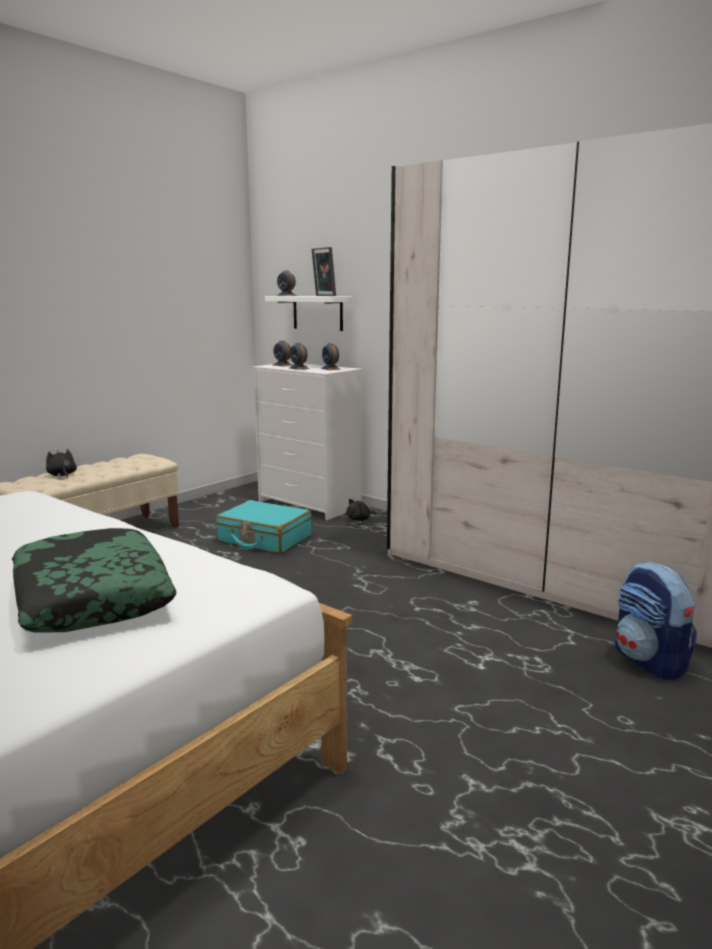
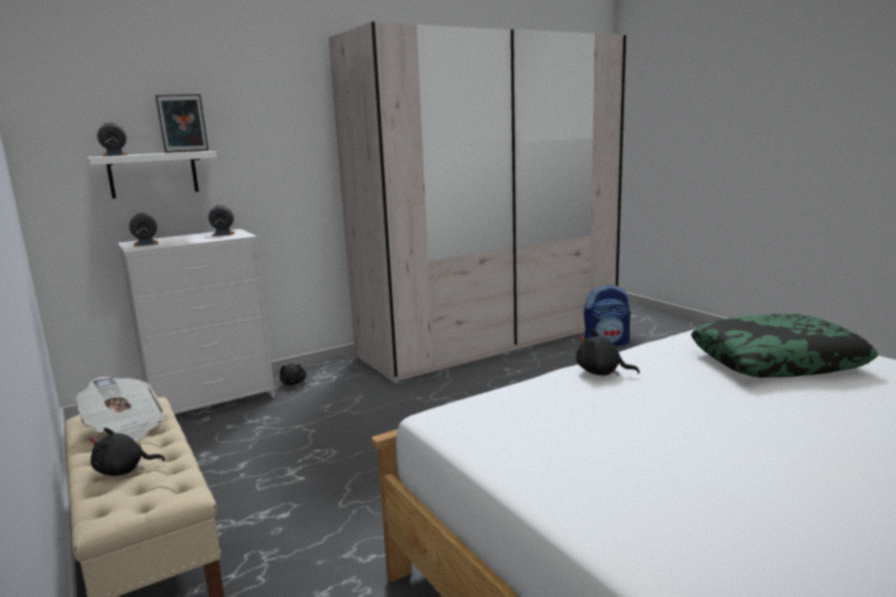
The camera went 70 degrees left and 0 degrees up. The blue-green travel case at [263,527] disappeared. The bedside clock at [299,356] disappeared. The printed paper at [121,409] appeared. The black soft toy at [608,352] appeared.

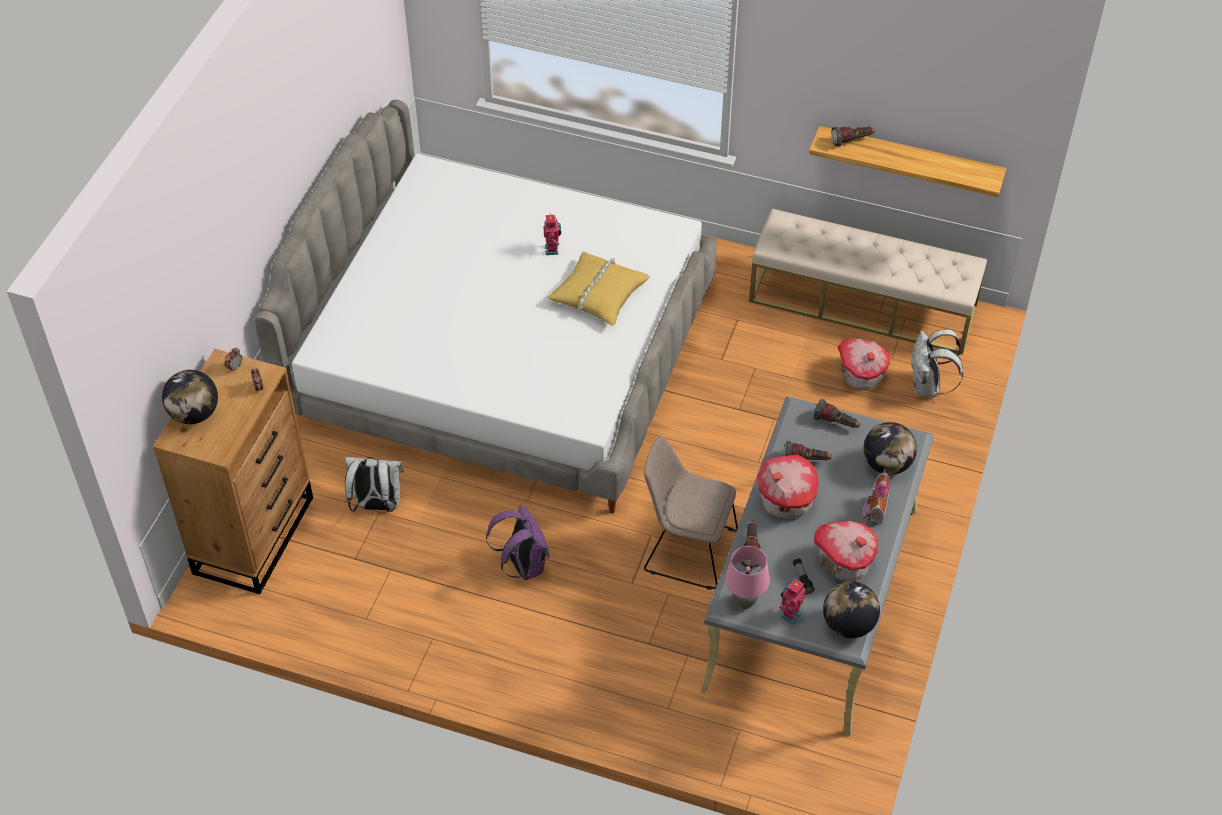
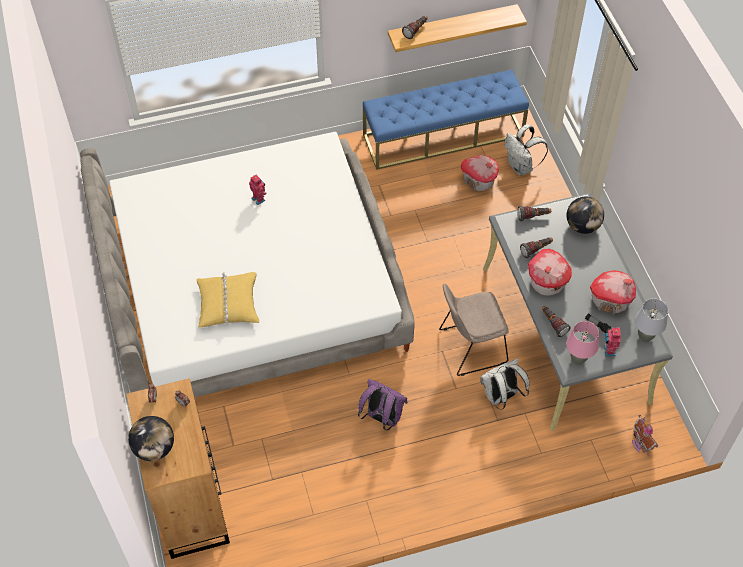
The camera went 35 degrees left and 5 degrees up. The white-coloured knapsack moved from [374,484] to [504,384]. The yellow throw pillow moved from [598,289] to [228,299]. The sand-coloured bench at [868,282] became the blue-coloured bench at [446,120]. The desk globe at [851,609] was replaced by the grey lamp for a table at [651,320]. The model house moved from [876,497] to [645,435].

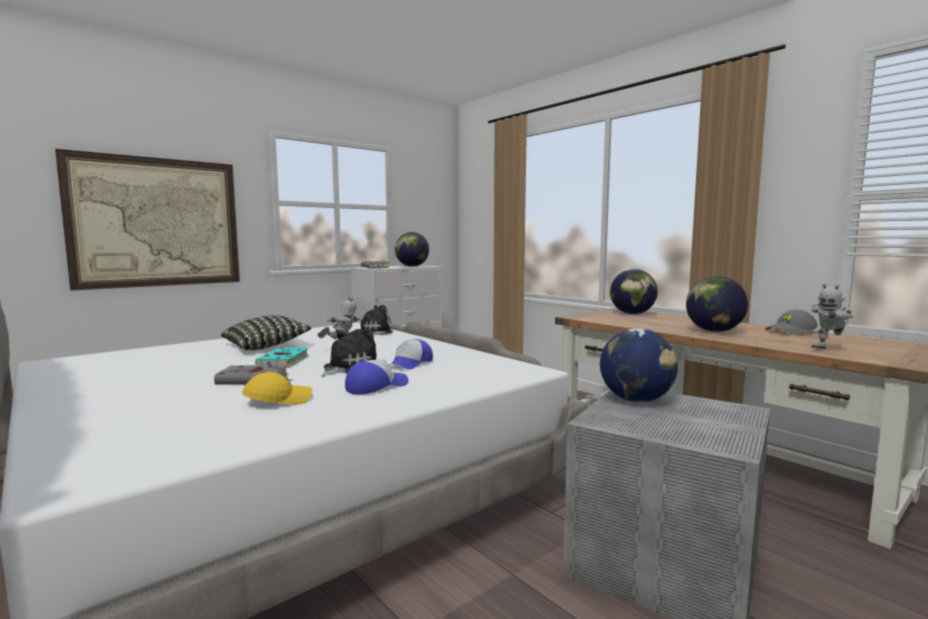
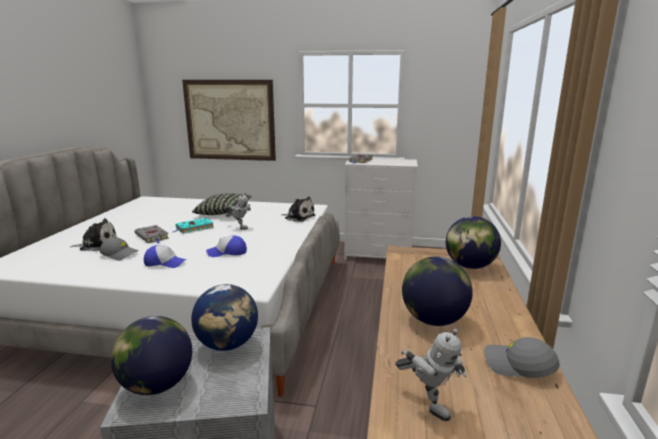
The camera went 50 degrees right and 10 degrees up. The yellow peaked cap at [277,388] became the grey peaked cap at [119,249]. The soft toy moved from [349,353] to [93,234]. The desk globe moved from [412,249] to [151,355]. The toy robot at [832,316] turned 150 degrees counterclockwise.

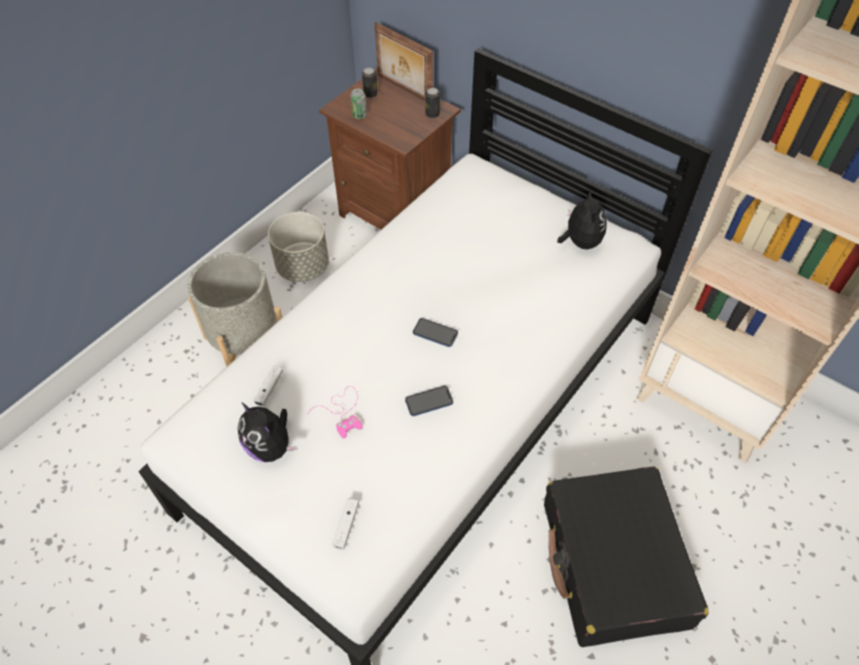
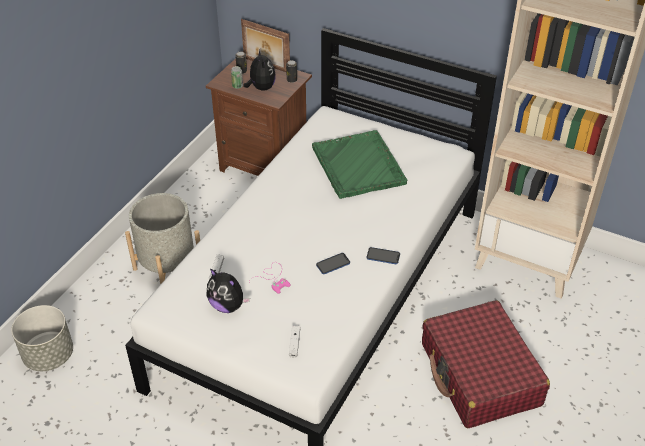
The camera went 10 degrees left and 10 degrees down. The grey plant pot moved from [298,247] to [42,338]. The handset moved from [435,332] to [383,255]. The black travel case at [626,557] became the red-coloured travel case at [486,364]. The soft toy moved from [582,219] to [260,70]. The green tray at [360,164] appeared.

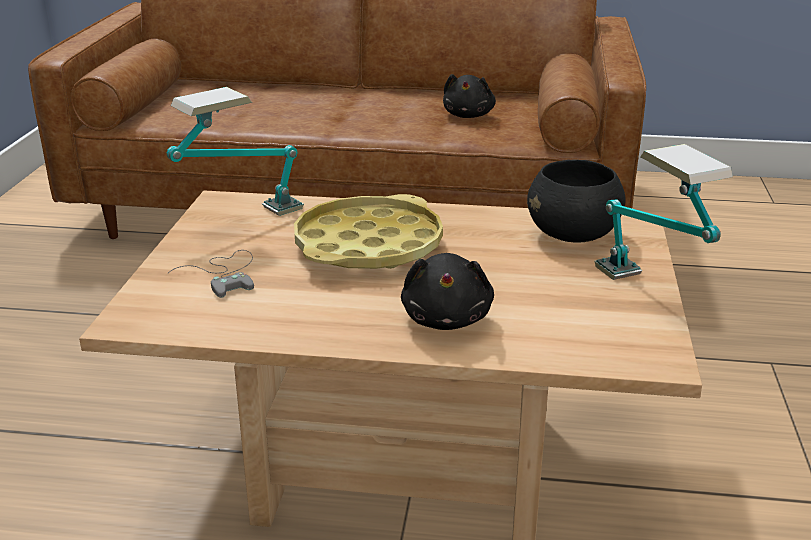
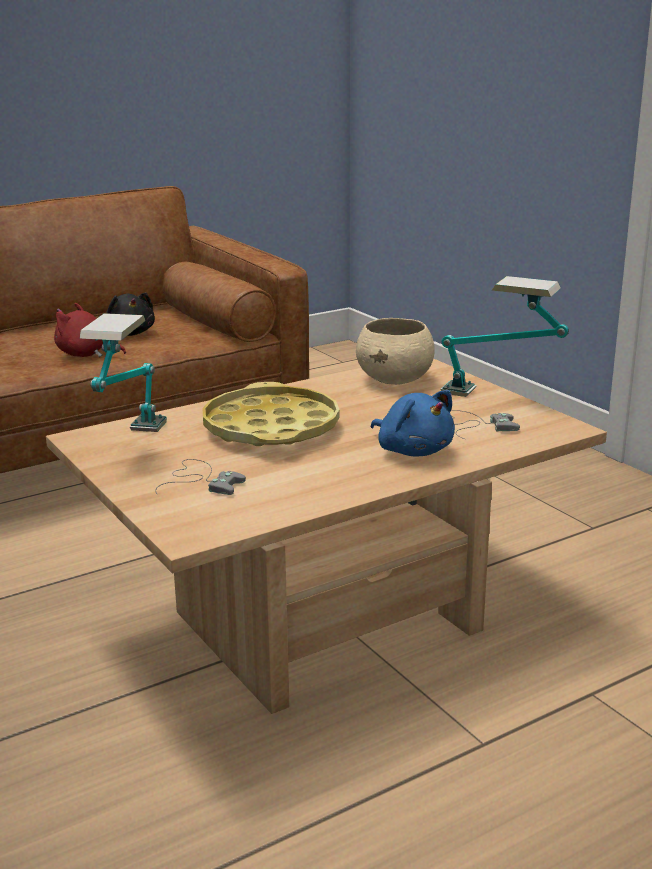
The camera went 40 degrees left and 5 degrees down. The black soft toy at [447,291] became the blue-coloured soft toy at [413,423]. The black bowl at [576,201] became the sand-coloured bowl at [395,351]. The red-coloured soft toy at [90,330] appeared. The grey joypad at [485,424] appeared.

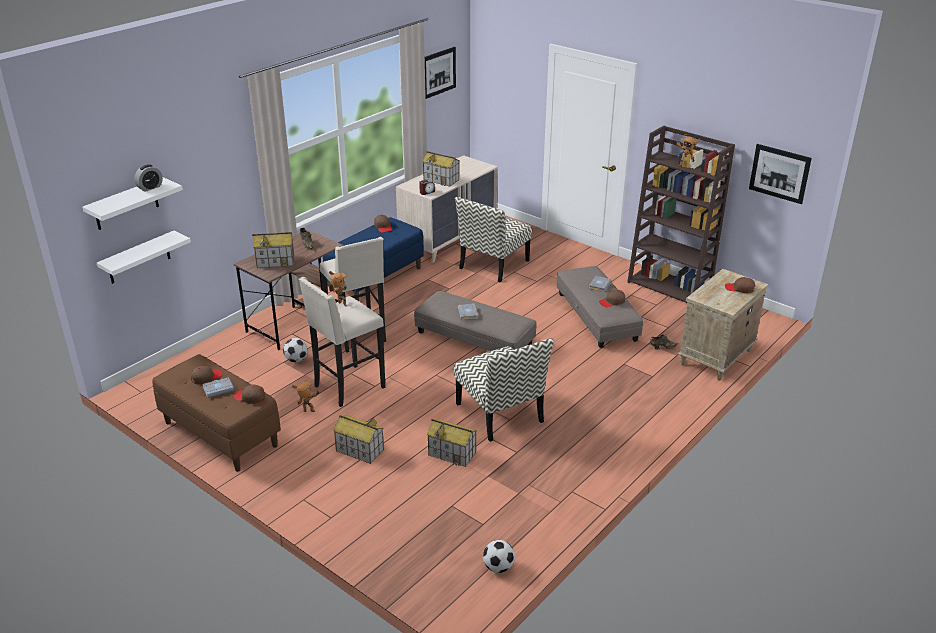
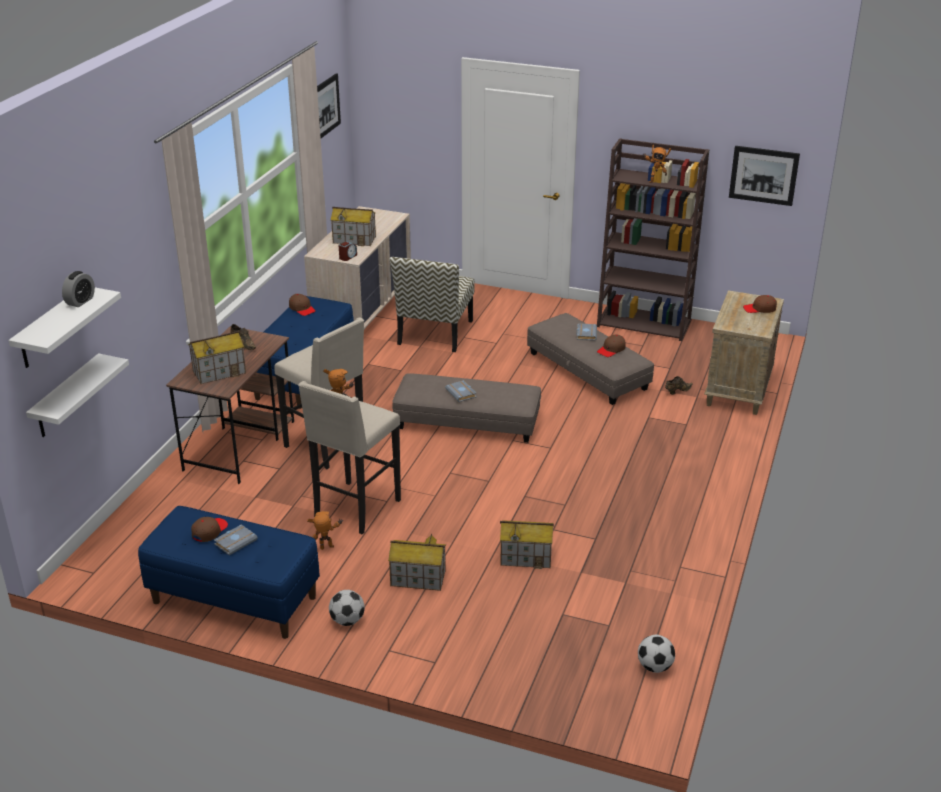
The camera went 20 degrees left and 0 degrees up. The brown-coloured bench at [216,413] became the blue-coloured bench at [229,572]. The brown-coloured peaked cap at [249,394] disappeared. The ball for football moved from [295,350] to [347,608]. The upright chair at [504,389] disappeared.

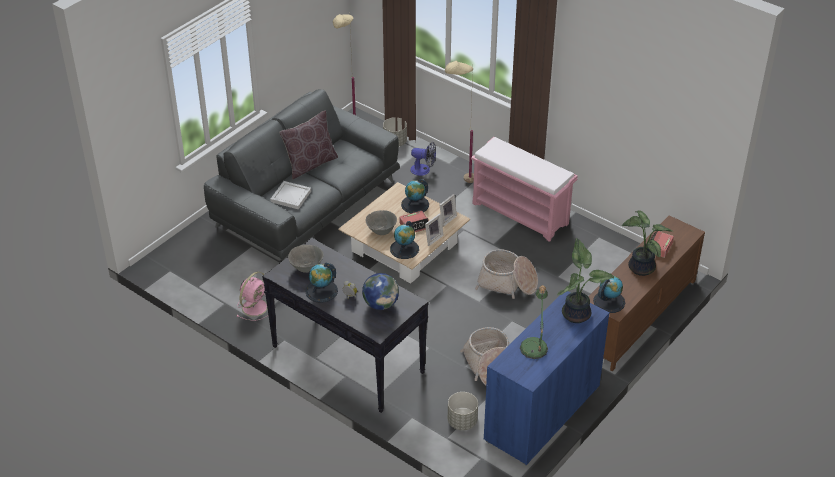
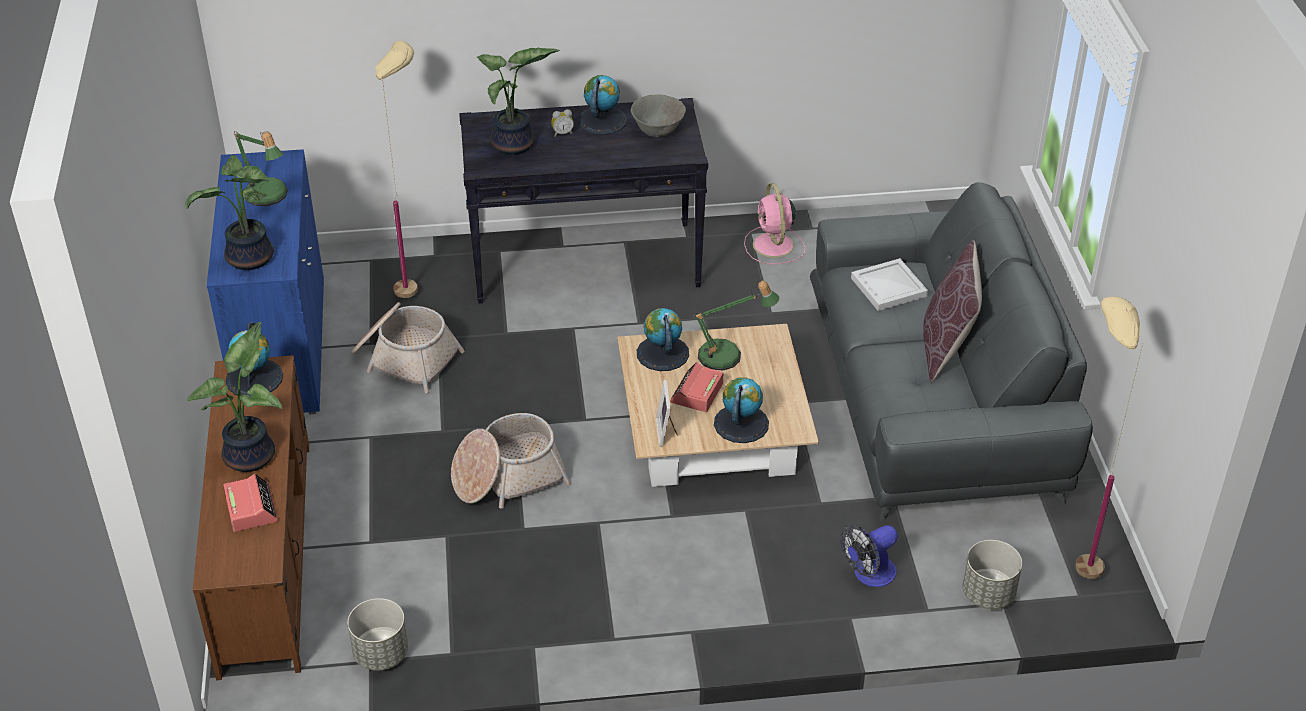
The camera went 135 degrees right and 0 degrees up. The desk globe at [380,291] was replaced by the potted plant at [518,101]. The grey bowl at [381,222] was replaced by the lamp for a table at [736,325]. The picture frame at [434,229] disappeared. The sand-coloured standing lamp moved from [459,122] to [396,169]. The grey plant pot moved from [463,411] to [378,634]. The pink bench at [524,189] disappeared.

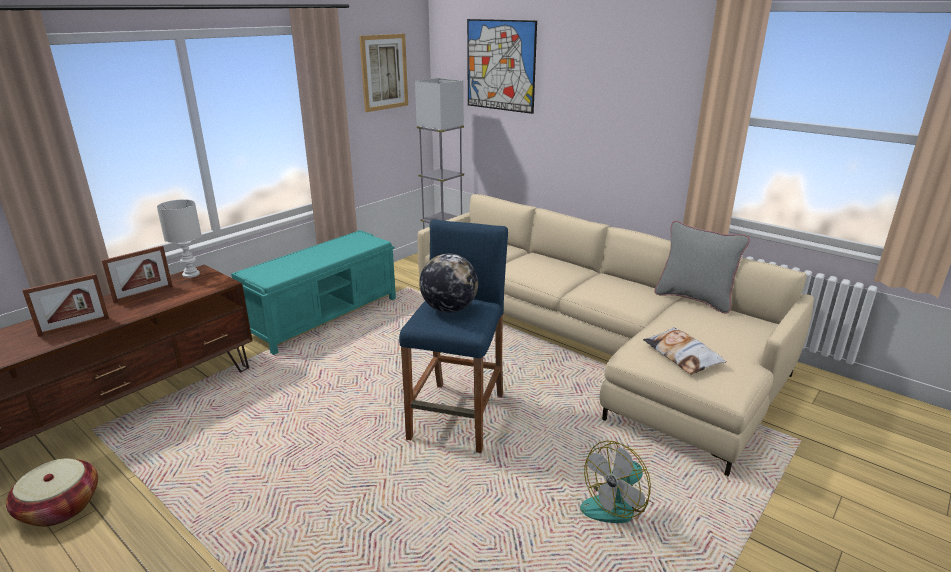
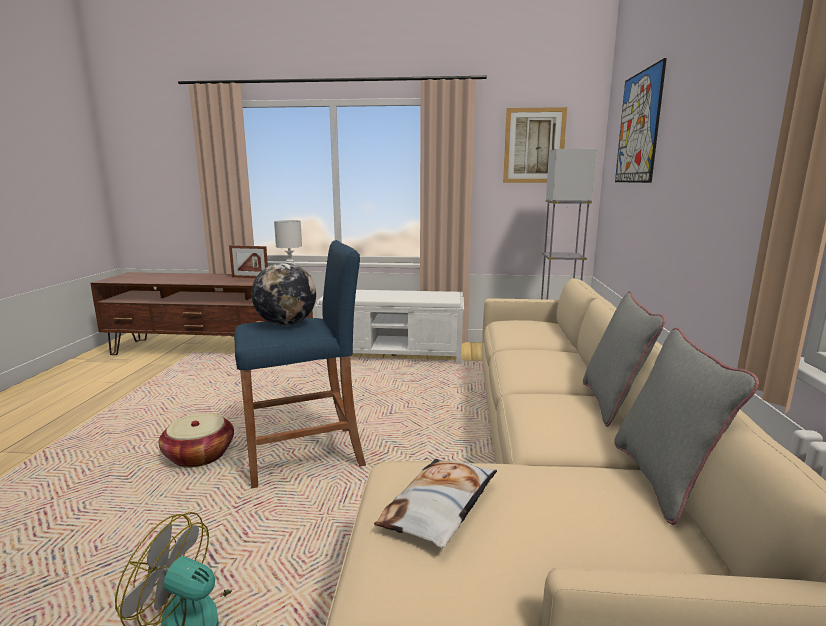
The camera went 55 degrees right and 10 degrees down. The storage basket moved from [52,492] to [196,440]. The picture frame at [65,305] disappeared. The blue-green bench at [313,292] became the white-coloured bench at [389,327]. The grey throw pillow at [624,359] appeared.

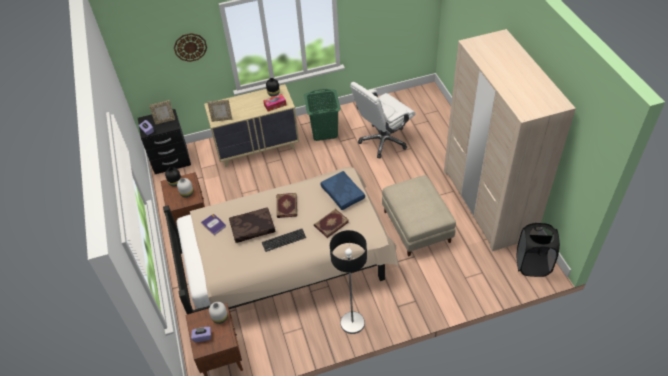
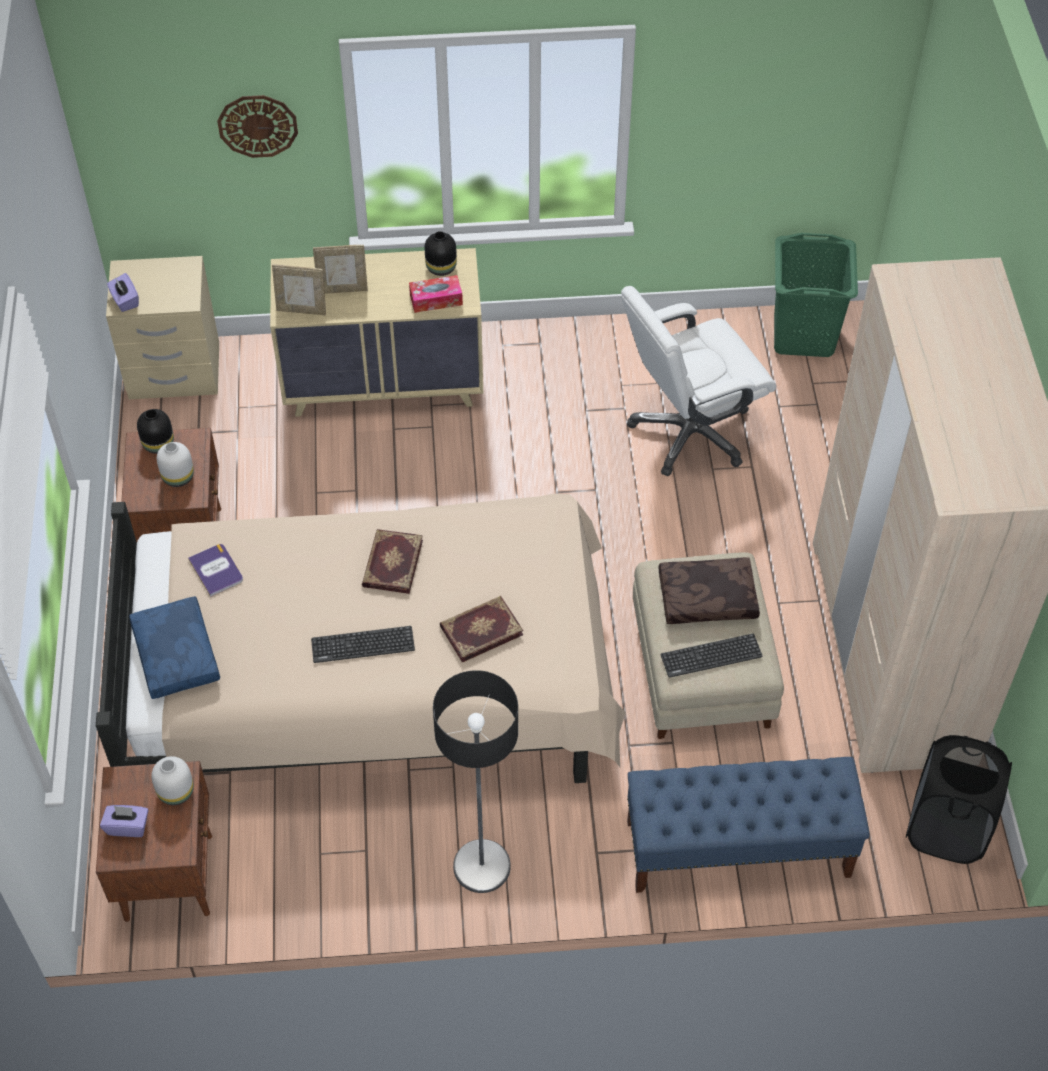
The camera went 10 degrees right and 5 degrees up. The black nightstand at [164,141] became the sand-coloured nightstand at [162,327]. The picture frame moved from [162,112] to [340,269]. The brown-coloured throw pillow moved from [252,225] to [709,590]. The green washing basket moved from [322,115] to [816,295]. The blue-coloured throw pillow moved from [342,190] to [174,647]. The blue-coloured bench at [748,825] appeared. The keyboard at [711,655] appeared.

